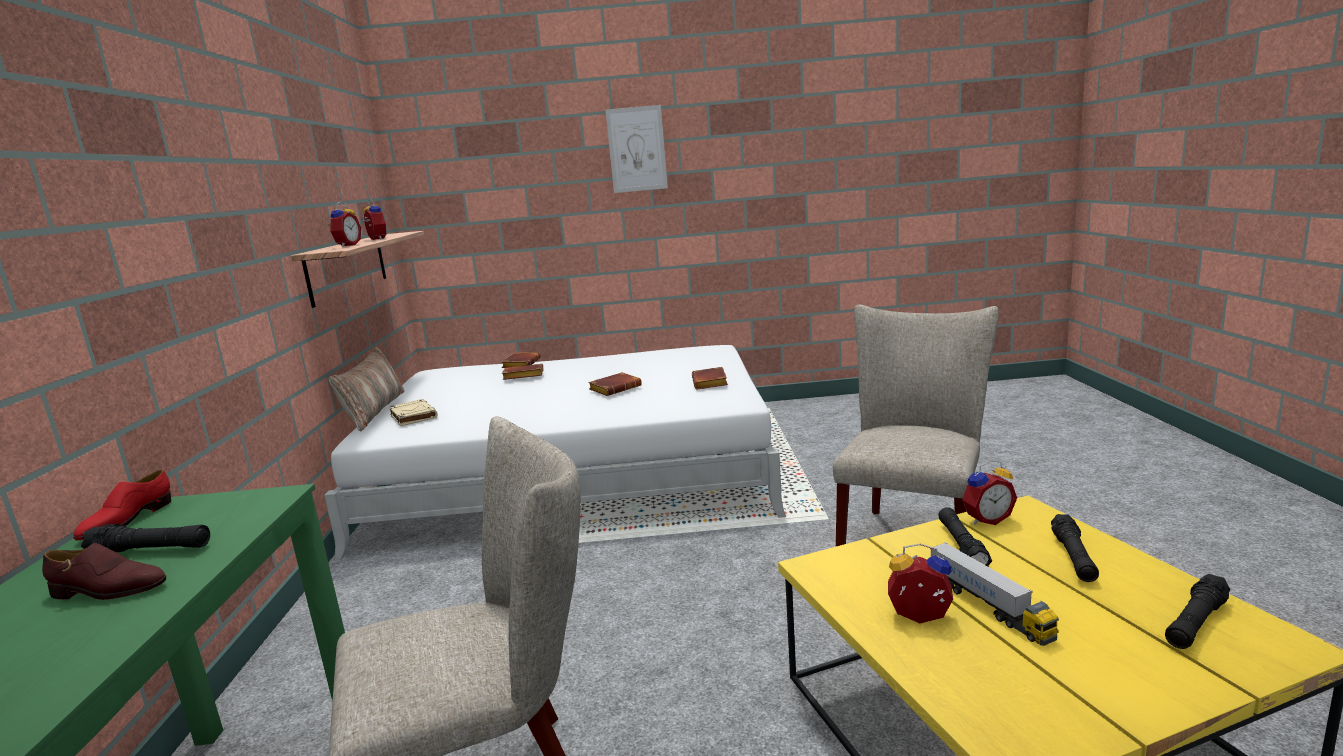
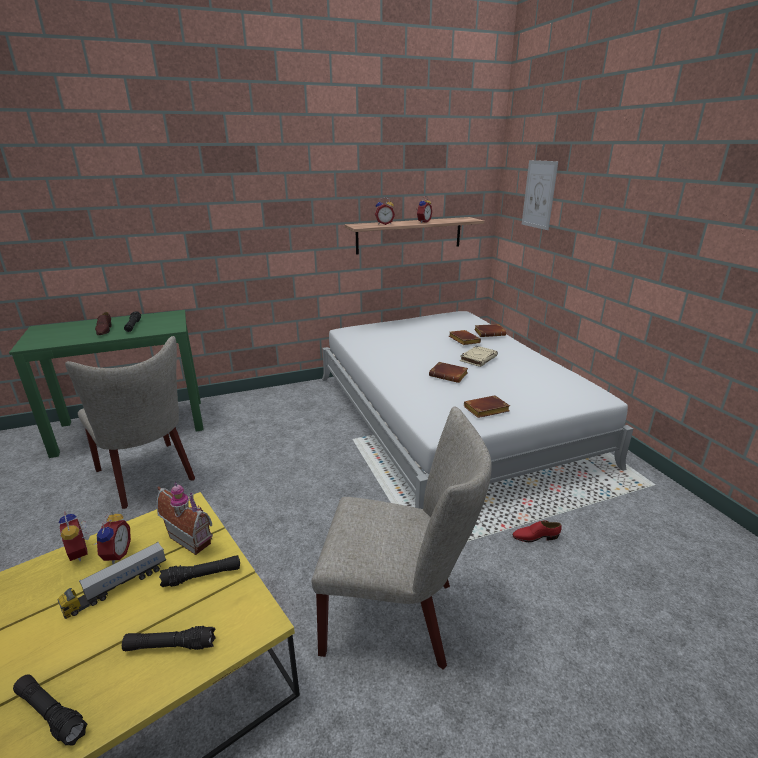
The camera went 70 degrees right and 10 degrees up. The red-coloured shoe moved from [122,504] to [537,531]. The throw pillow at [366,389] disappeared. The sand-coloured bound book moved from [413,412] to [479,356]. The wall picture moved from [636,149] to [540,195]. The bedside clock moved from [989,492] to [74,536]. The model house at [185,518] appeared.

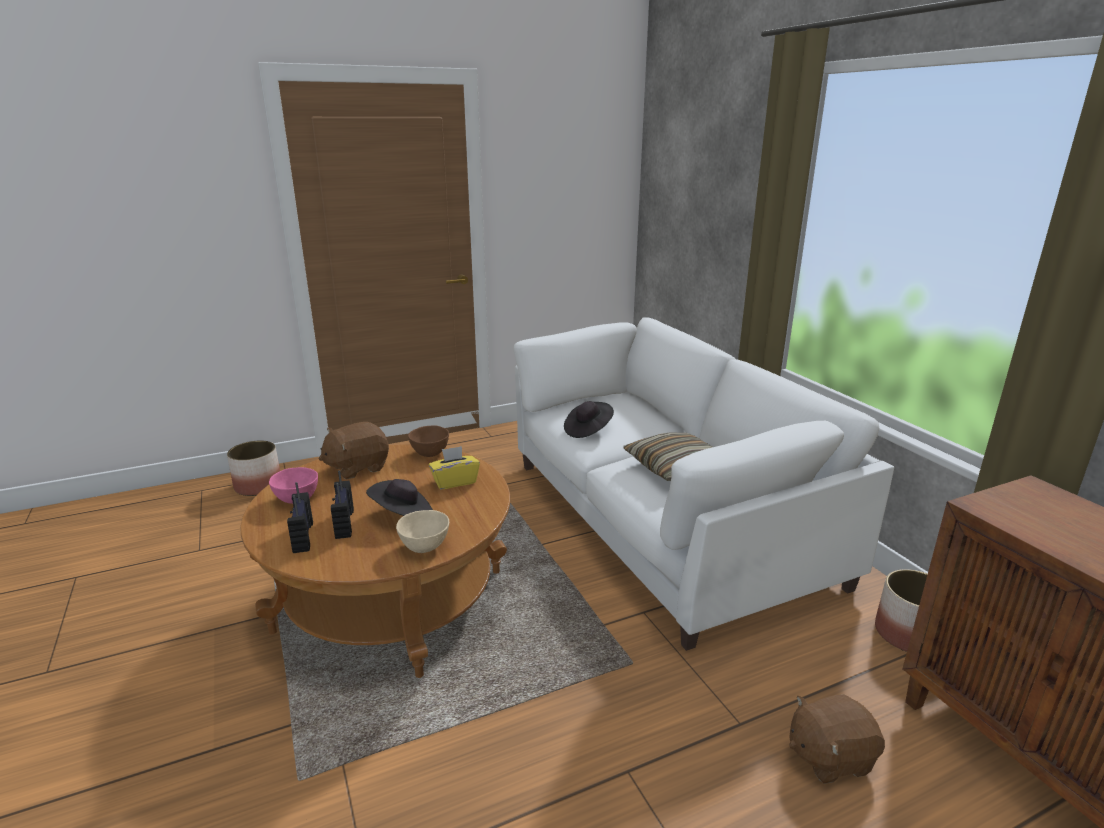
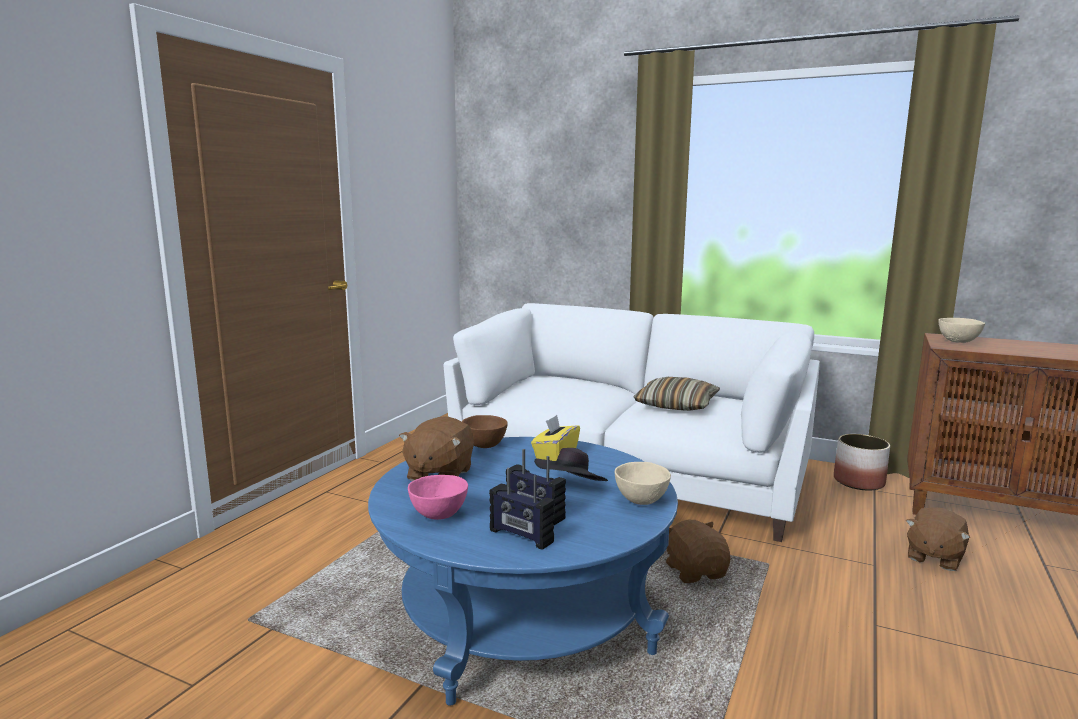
The camera went 40 degrees left and 10 degrees down. The plant pot at [253,468] disappeared. The brown-coloured low table at [375,561] became the blue-coloured low table at [523,571]. The black clothing hat at [589,419] disappeared. The brown-coloured soft toy at [698,551] appeared. The sand-coloured bowl at [962,330] appeared.

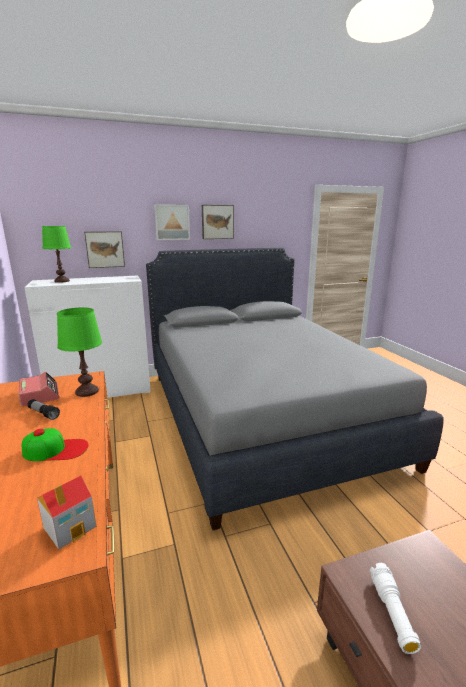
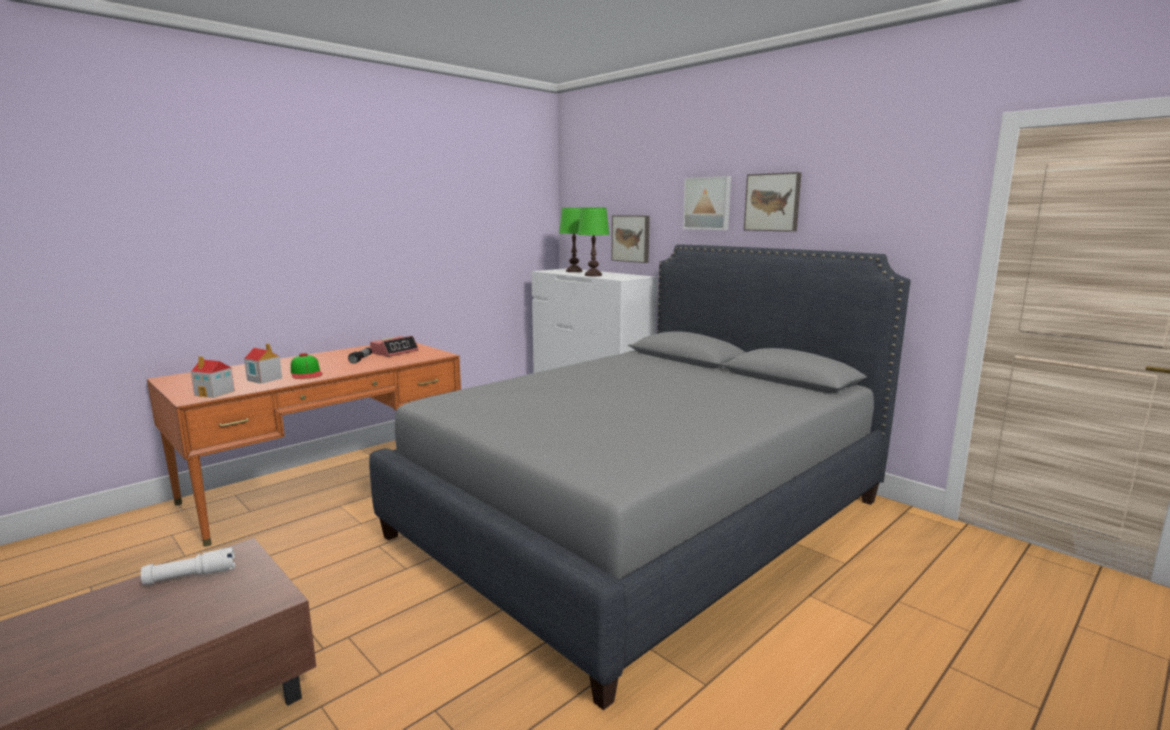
The camera went 65 degrees right and 5 degrees down. The green lamp for a table moved from [79,352] to [593,242]. The model house at [263,363] appeared.

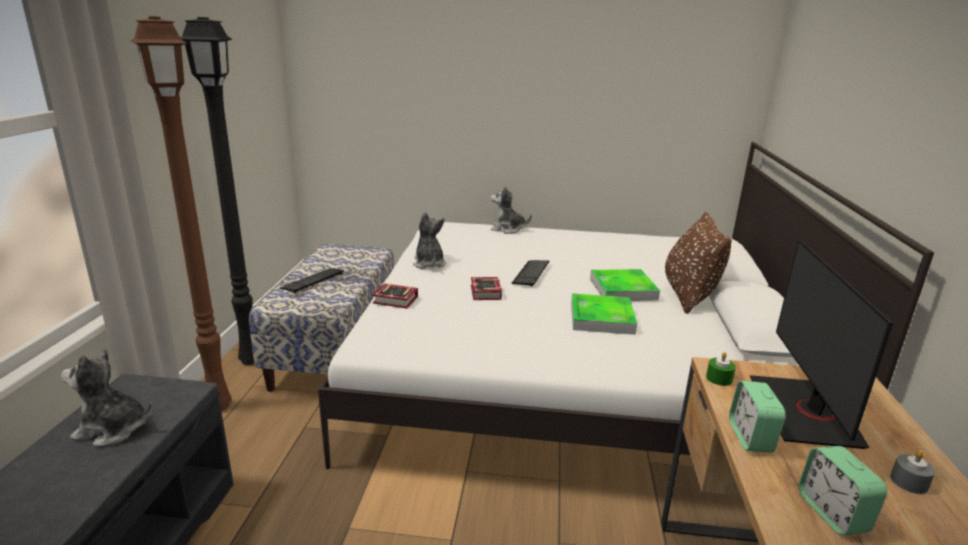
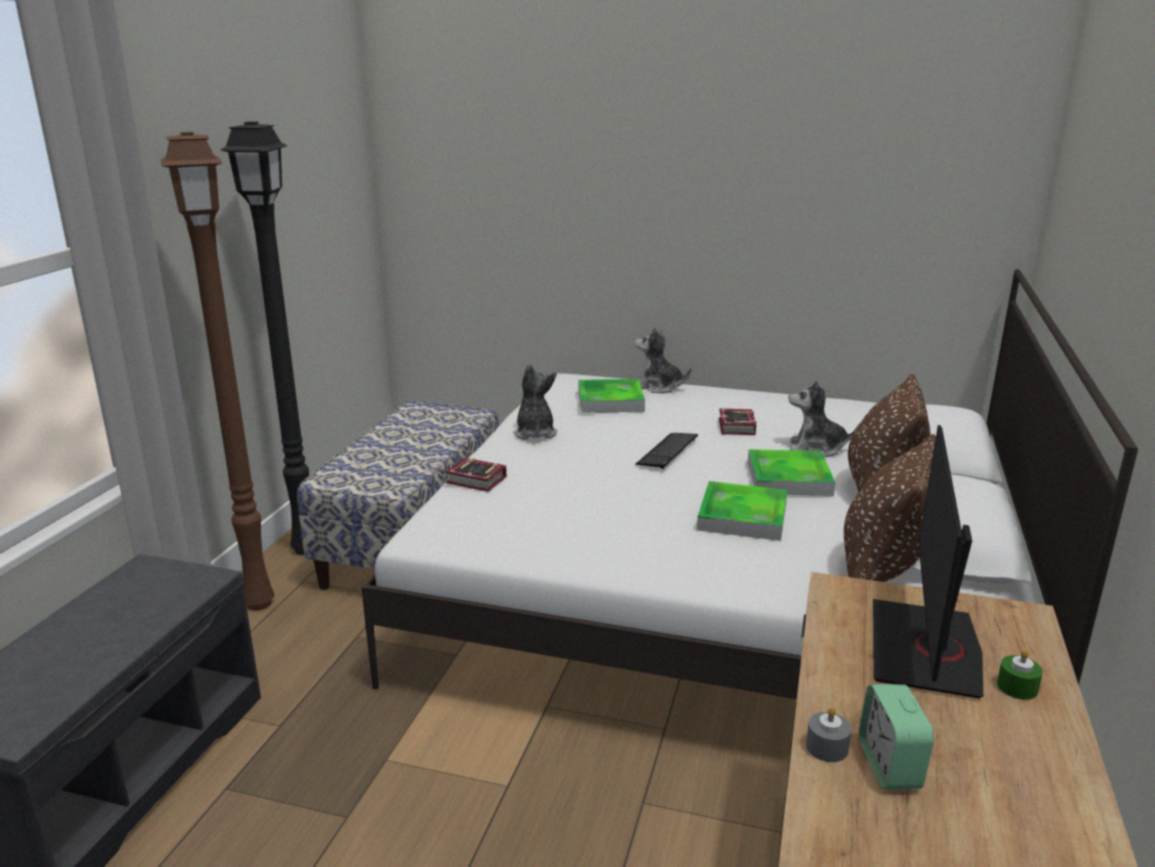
The camera went 10 degrees right and 0 degrees up. The soft toy moved from [106,398] to [823,418]. The keyboard at [311,280] disappeared. The bound book moved from [486,288] to [738,422]. The green wax light moved from [721,369] to [1020,674]. The bedside clock at [757,417] disappeared. The grey wax light moved from [912,472] to [829,734]. The tray at [612,396] appeared. The brown-coloured throw pillow at [890,508] appeared.

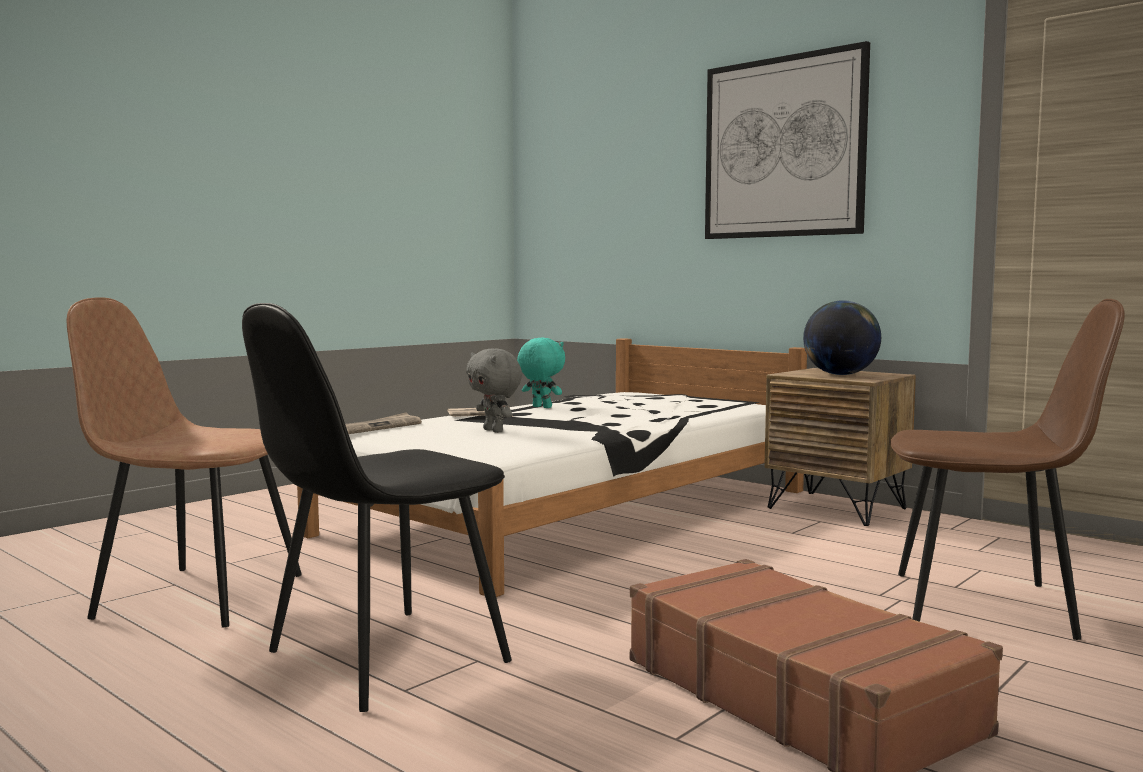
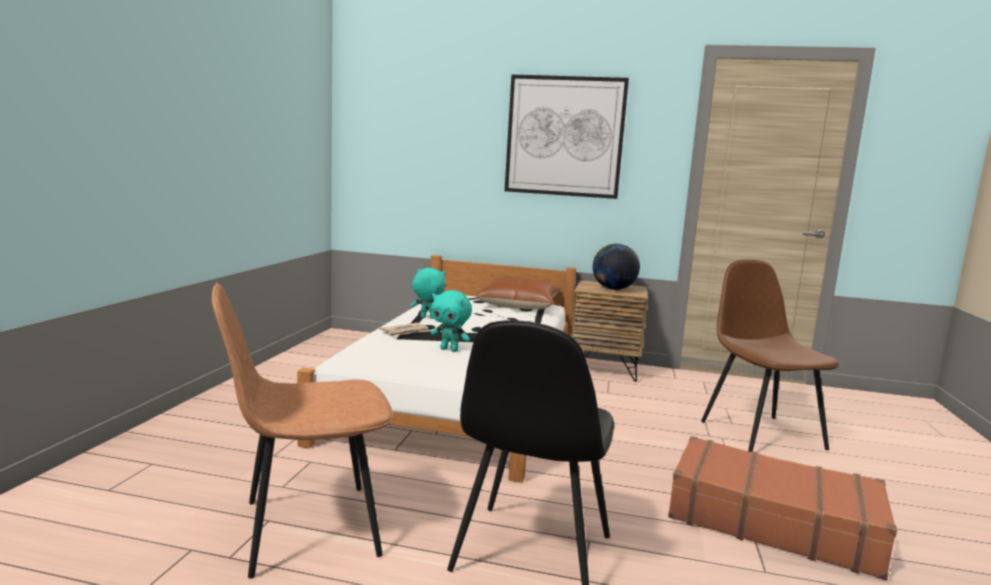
The camera went 30 degrees left and 5 degrees up. The printed paper at [383,423] disappeared. The grey soft toy at [494,390] became the blue-green soft toy at [451,321]. The brown-coloured upright chair at [1007,469] turned 90 degrees counterclockwise. The brown-coloured throw pillow at [518,293] appeared.

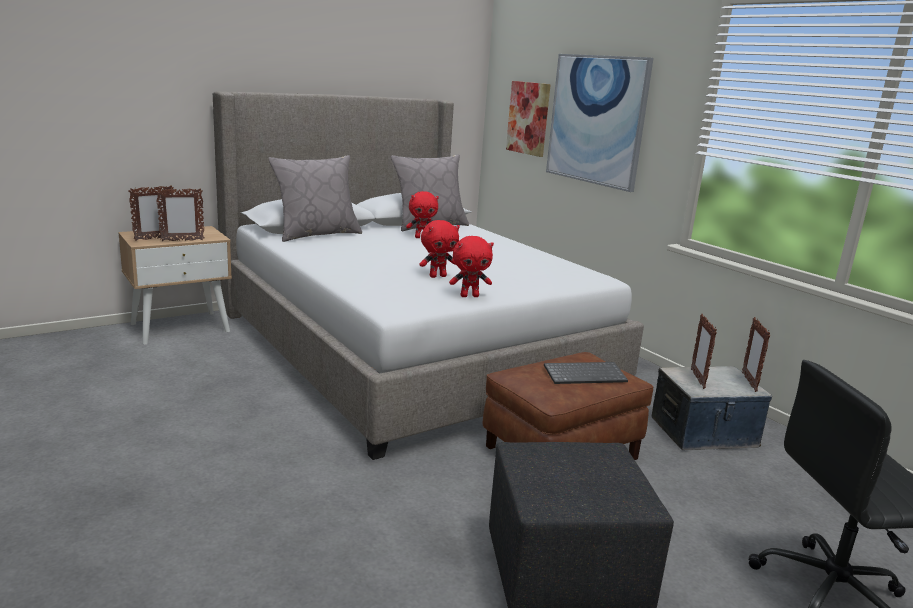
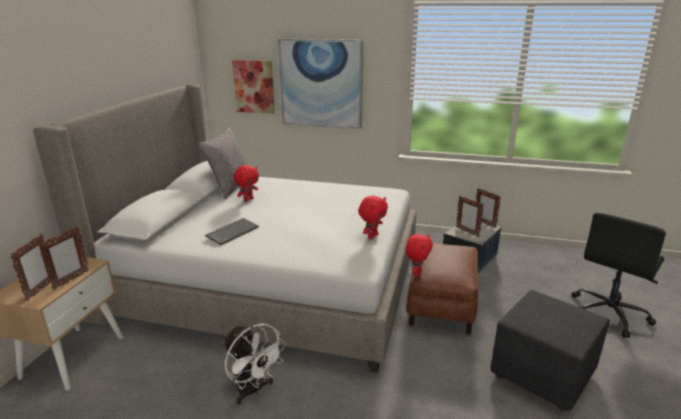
The camera went 40 degrees left and 5 degrees up. The grey throw pillow at [315,198] disappeared. The red-coloured soft toy moved from [439,249] to [419,255]. The keyboard moved from [586,373] to [232,231]. The white-coloured fan at [254,364] appeared.

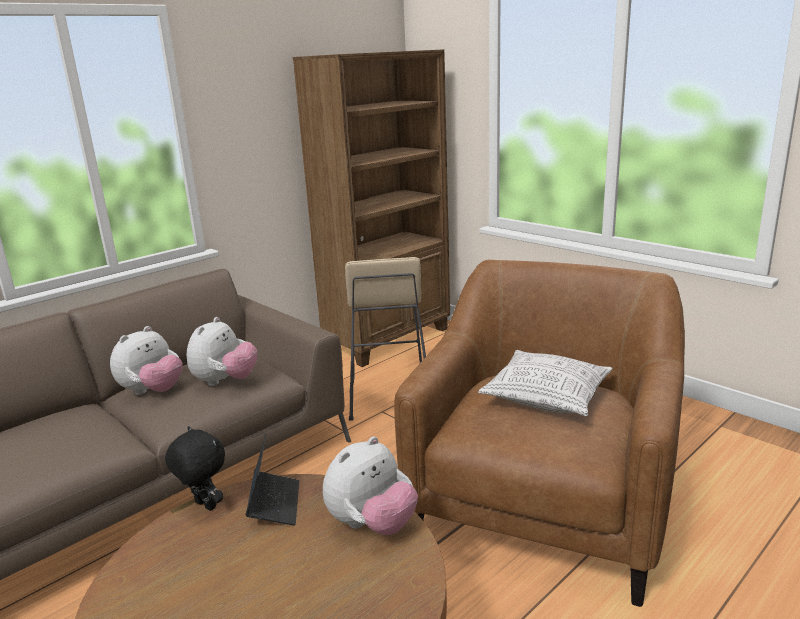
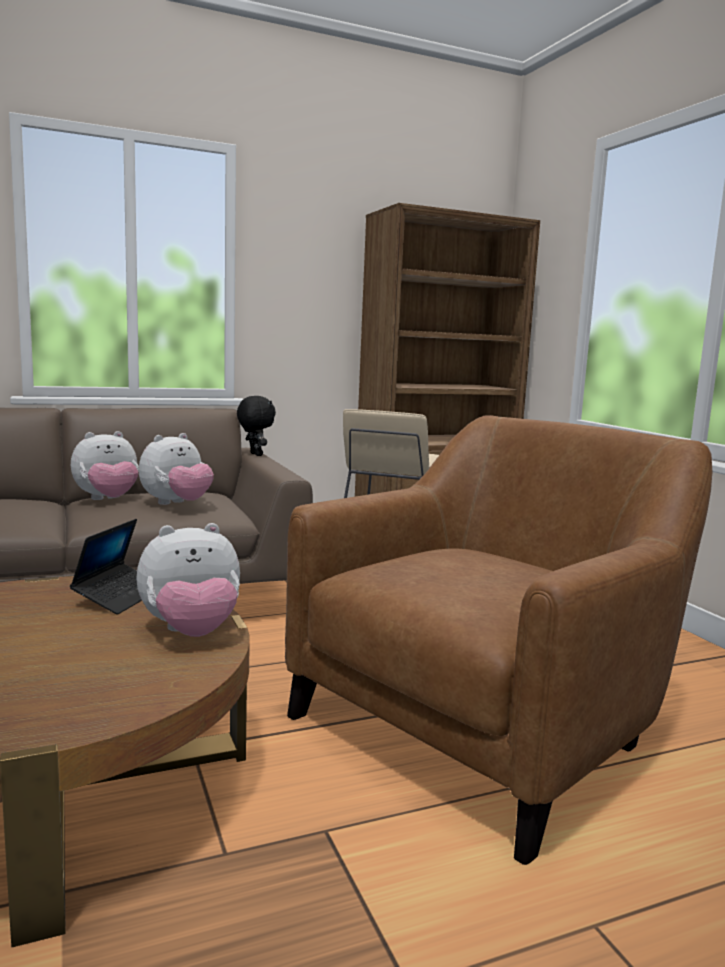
The camera went 20 degrees right and 10 degrees down. The black soft toy moved from [195,468] to [256,426]. The throw pillow at [545,383] disappeared.

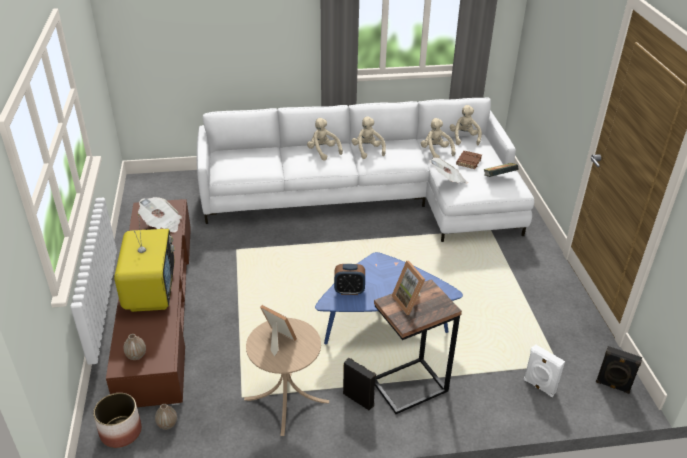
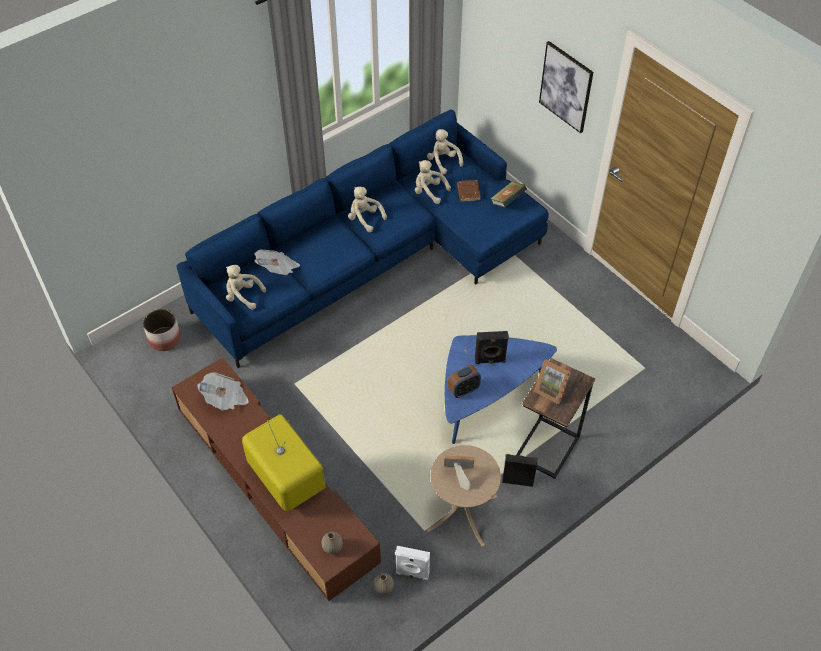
The camera went 30 degrees left and 15 degrees up. The plant pot moved from [117,420] to [162,330]. The white-coloured couch at [365,169] became the blue-coloured couch at [363,238]. The sand-coloured soft toy moved from [325,139] to [246,287]. The printed paper moved from [448,170] to [277,262]. The white-coloured speaker moved from [544,370] to [412,563]. The black speaker moved from [619,370] to [492,347]. The wall picture at [566,87] appeared.

